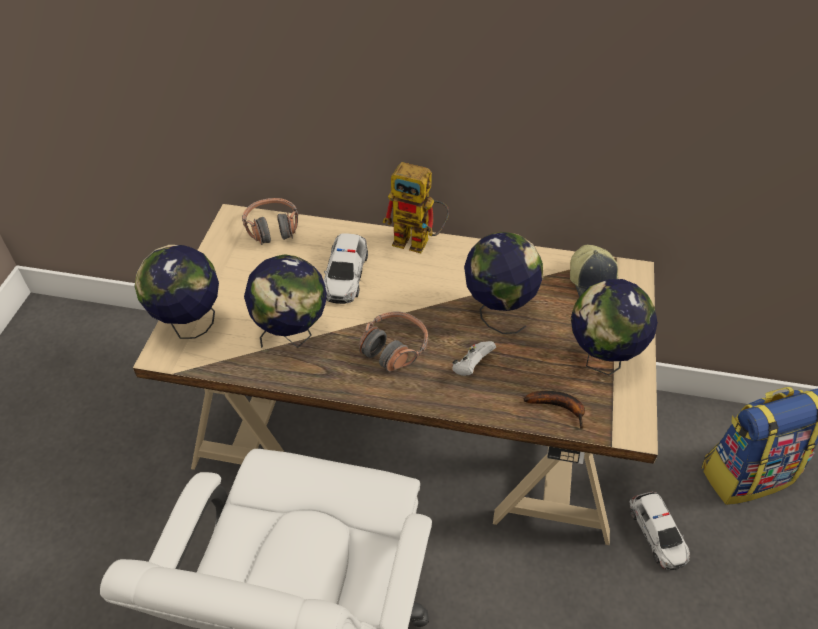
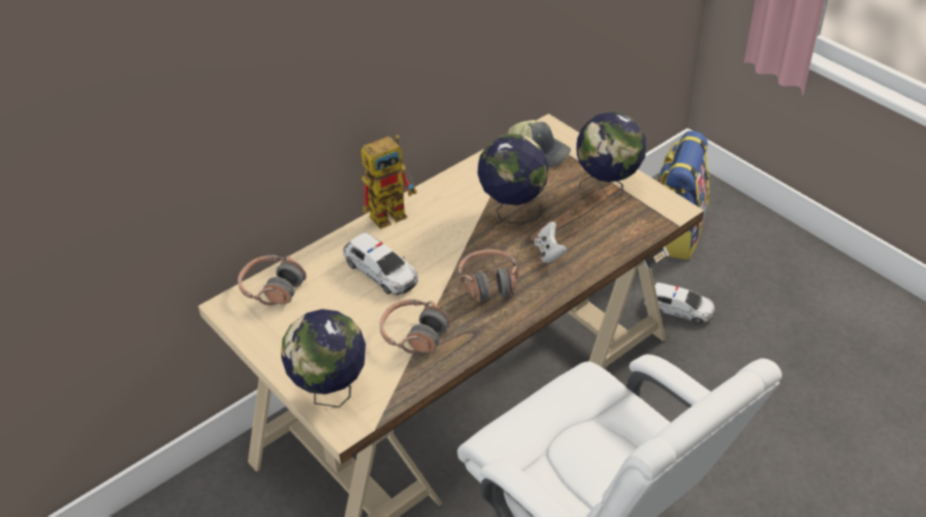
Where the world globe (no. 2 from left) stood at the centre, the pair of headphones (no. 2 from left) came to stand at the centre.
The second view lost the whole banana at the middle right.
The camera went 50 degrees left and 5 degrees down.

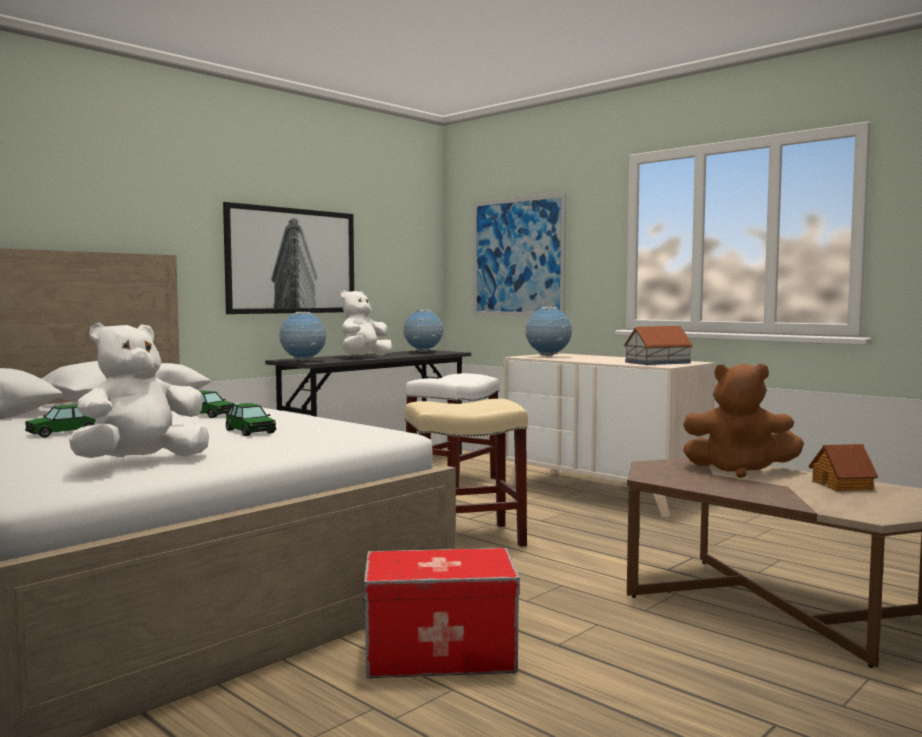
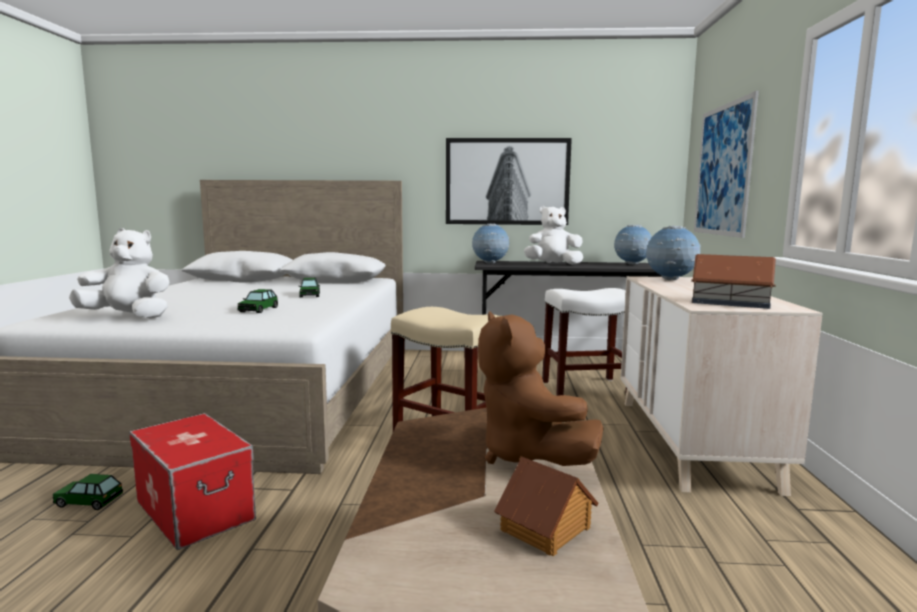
The model car (no. 1 from left) ended up elsewhere, having gone from the middle left to the bottom left.
The camera went 50 degrees right and 5 degrees up.

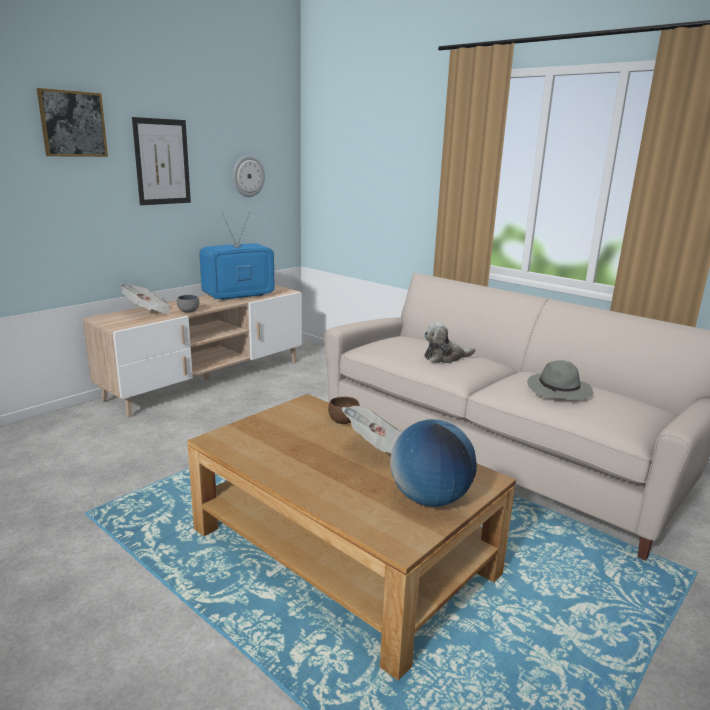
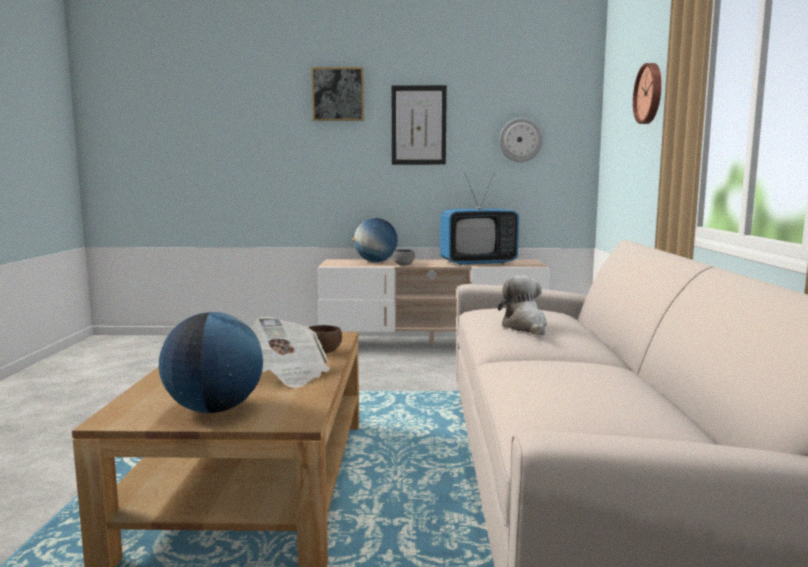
Where the daily paper (no. 1 from left) stood at the middle left, the world globe (no. 2 from left) came to stand at the centre.
The television at the centre ended up facing another way, 150 degrees clockwise from before.
The cuddly toy at the centre ended up facing another way, 45 degrees clockwise from before.
The second view lost the greyish wearable hat at the middle right.
The second view gained the wall clock (no. 2 from left) at the top right.
The camera went 50 degrees right and 10 degrees down.

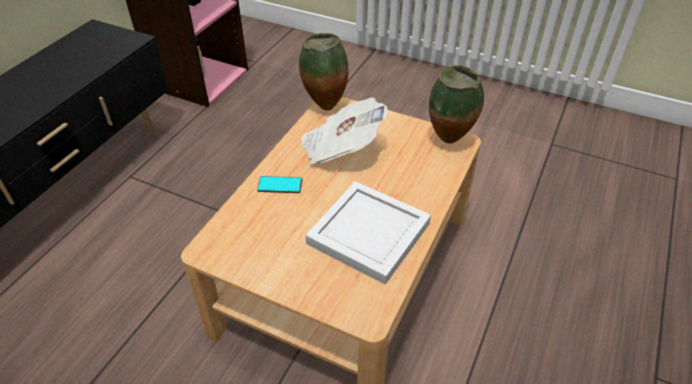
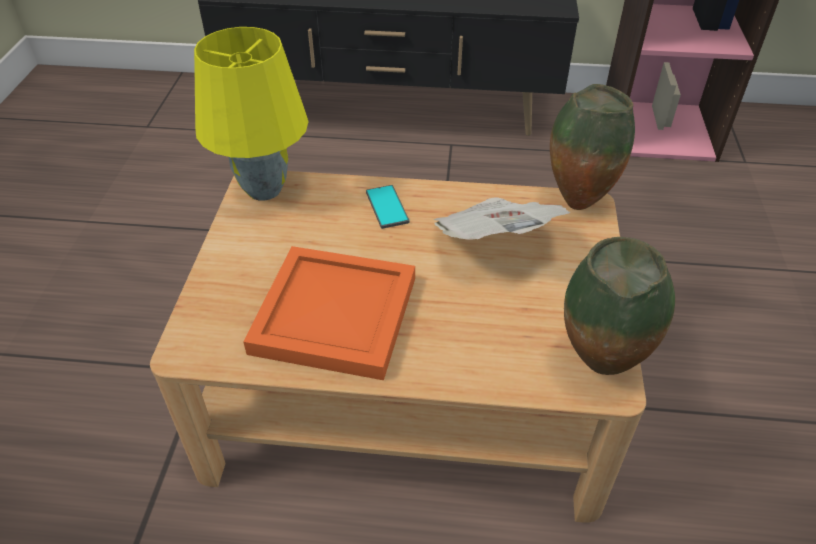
What was the white serving tray at the centre turned into the orange-coloured serving tray at the centre.
The second view gained the yellow tabletop lamp at the top left.
The camera went 70 degrees right and 0 degrees up.

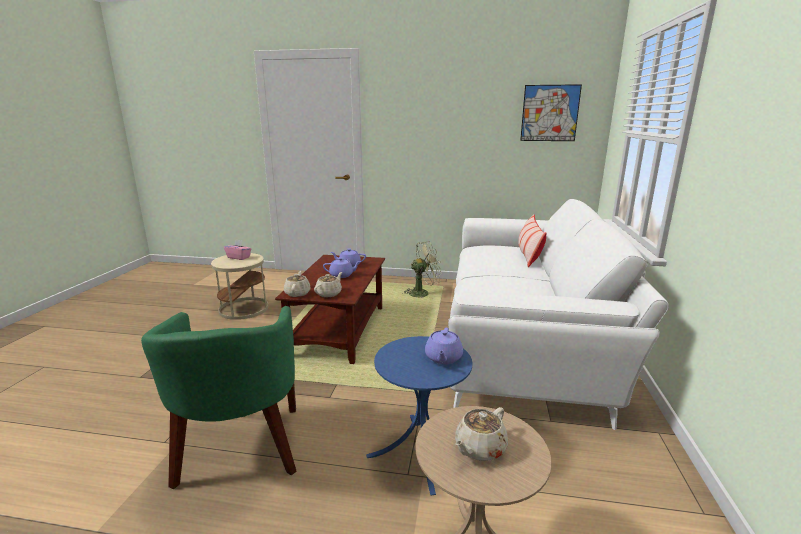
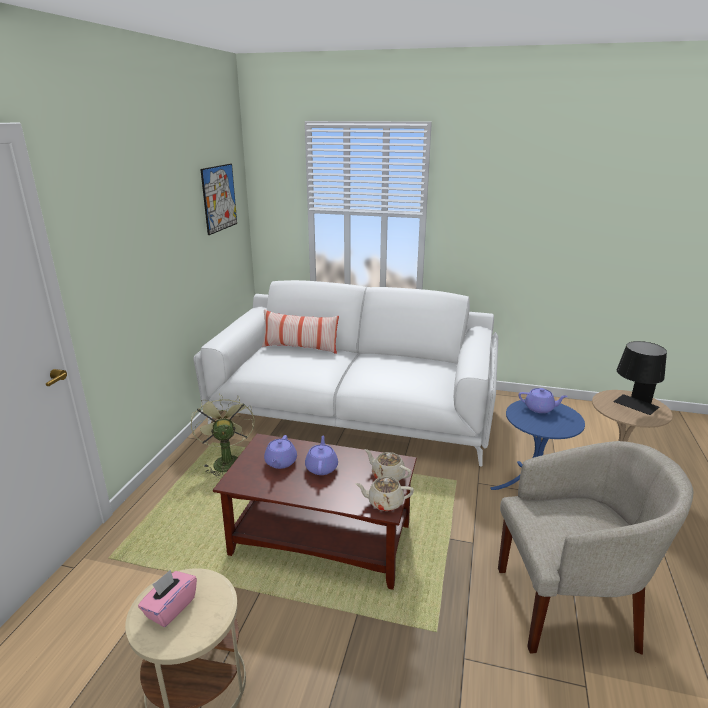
What was the green armchair at the bottom left turned into the beige-coloured armchair at the bottom right.
Where the beige-coloured pot for tea (no. 3 from left) stood at the bottom centre, the blackish tabletop lamp came to stand at the middle right.
The camera went 85 degrees left and 5 degrees up.

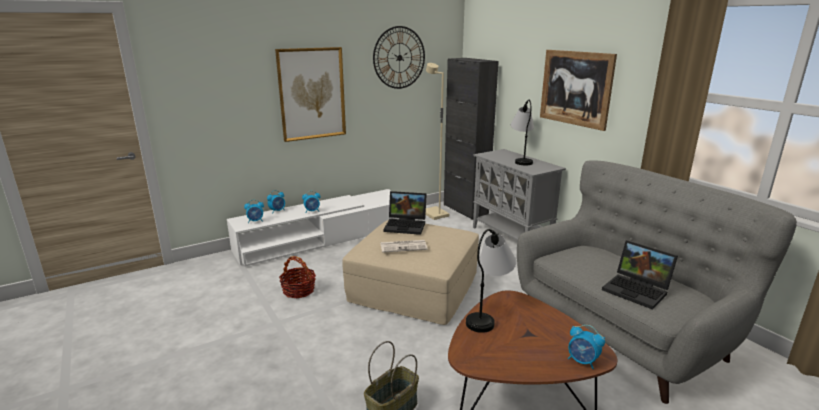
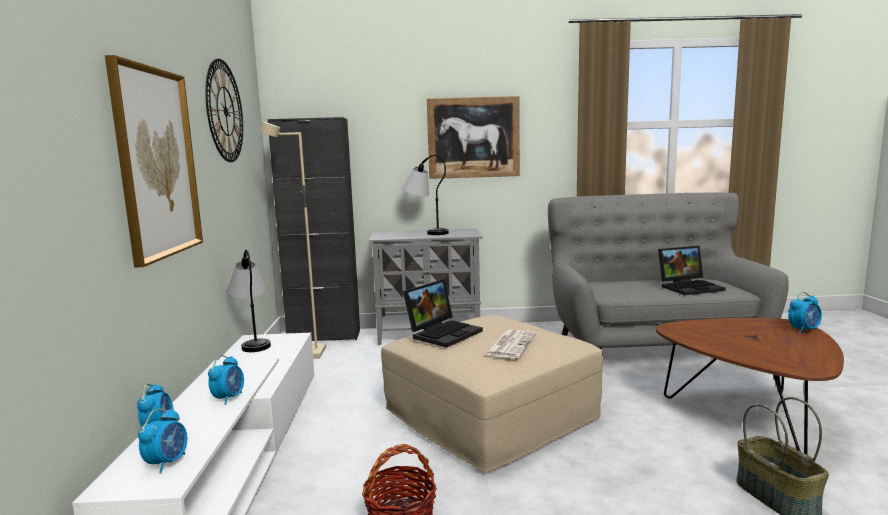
The tabletop lamp (no. 1 from left) ended up elsewhere, having gone from the bottom centre to the middle left.
The camera went 60 degrees left and 10 degrees down.

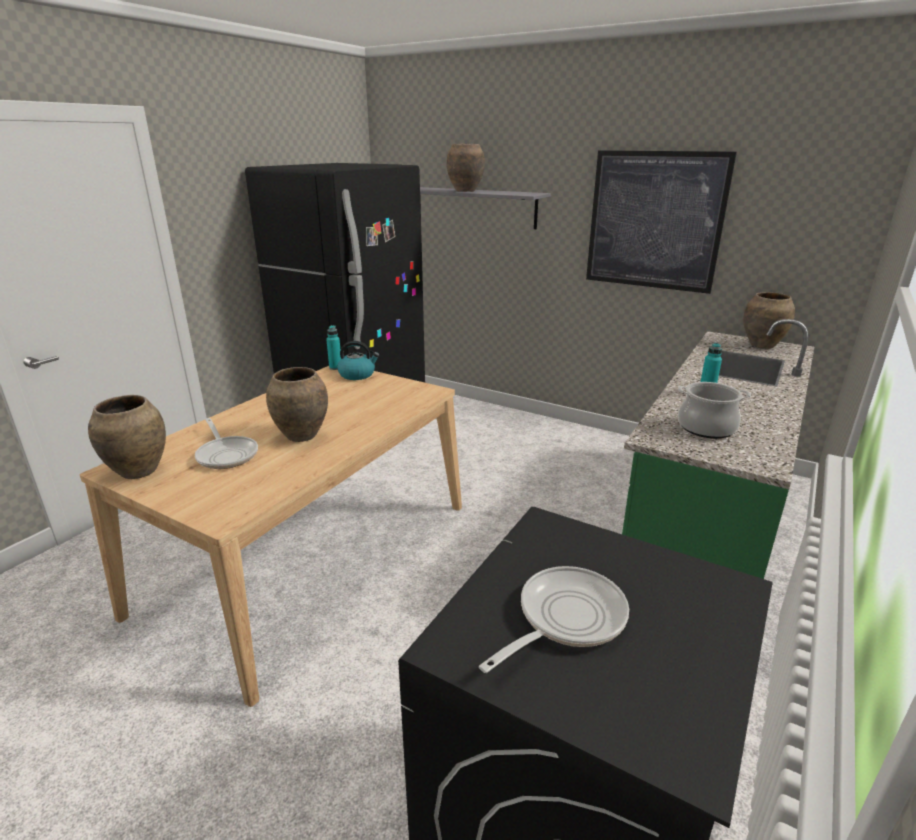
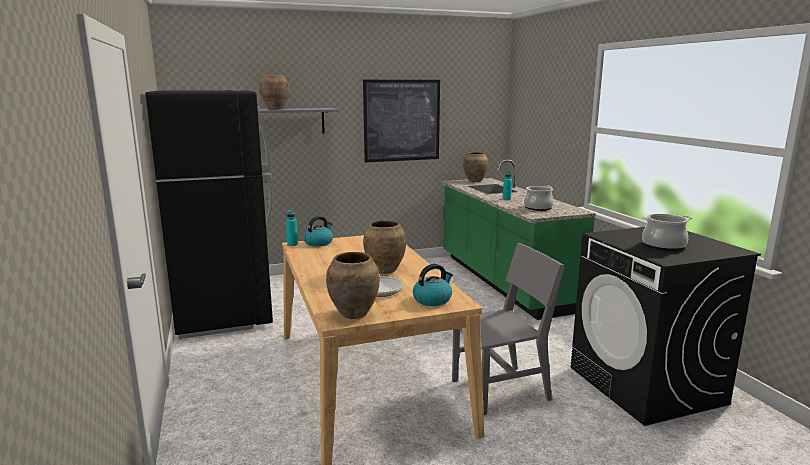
Where the frying pan (no. 2 from left) stood at the bottom centre, the cooking pot (no. 2 from left) came to stand at the middle right.
The second view gained the tea kettle (no. 2 from left) at the centre.
The second view gained the greyish upright chair at the bottom centre.
The camera went 50 degrees left and 10 degrees down.

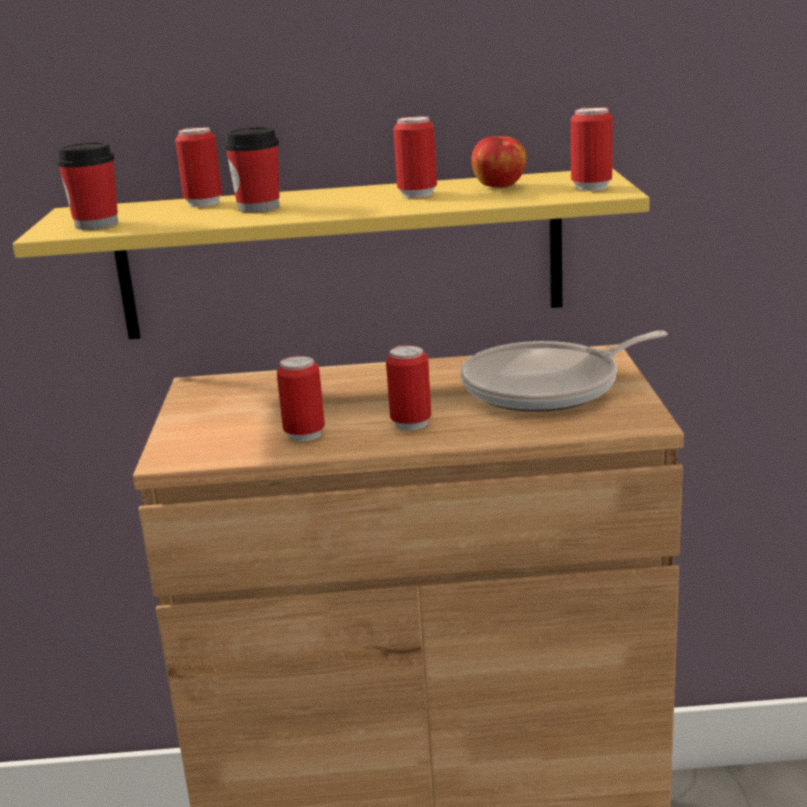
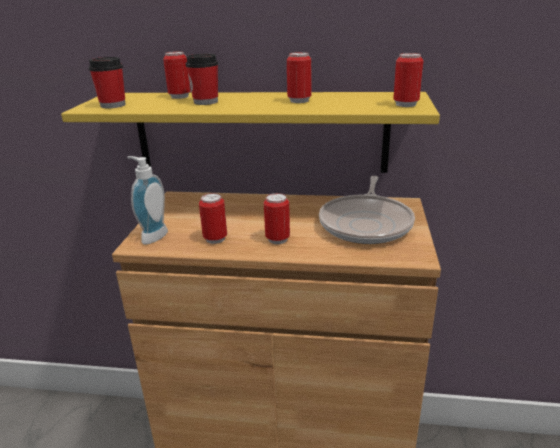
The frying pan at the middle right ended up facing another way, 60 degrees counterclockwise from before.
The second view lost the whole apple at the top centre.
The second view gained the liquid soap bottle at the middle left.
The camera went 10 degrees right and 5 degrees up.

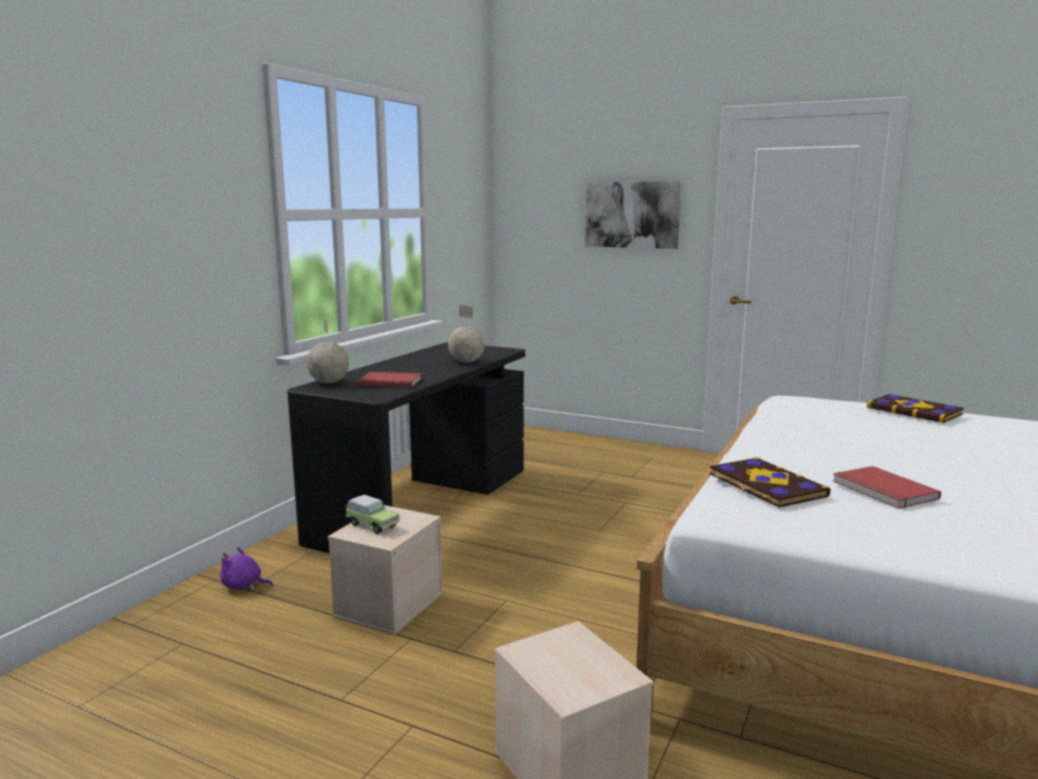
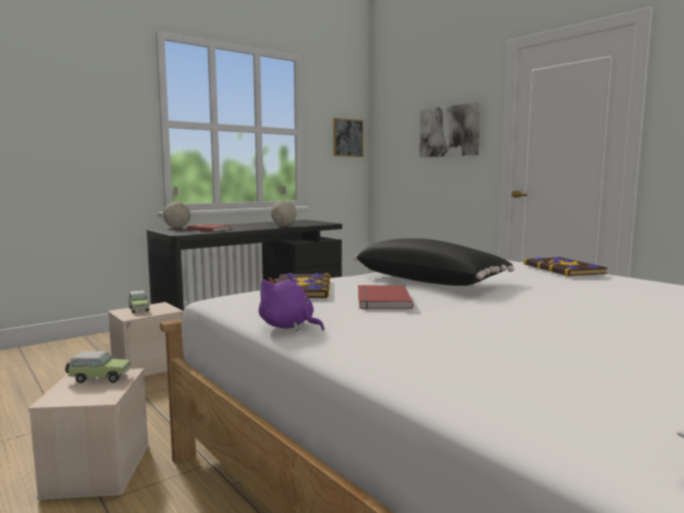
The purple cuddly toy ended up elsewhere, having gone from the bottom left to the centre.
The second view gained the model car (no. 1 from left) at the bottom left.
The second view gained the wall picture (no. 1 from left) at the top centre.
The second view gained the blackish cushion at the centre.
The camera went 25 degrees right and 5 degrees down.

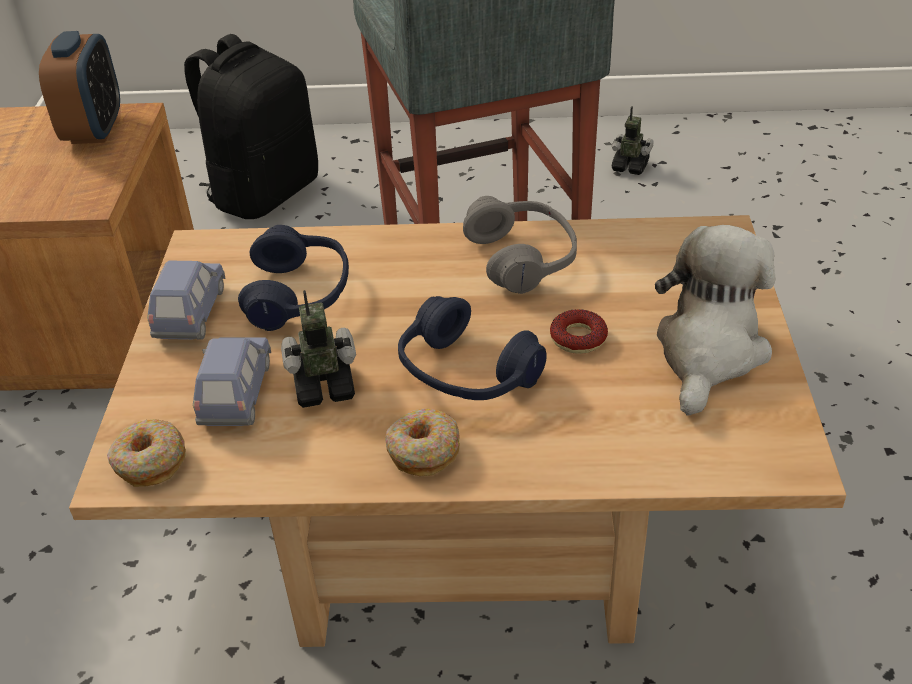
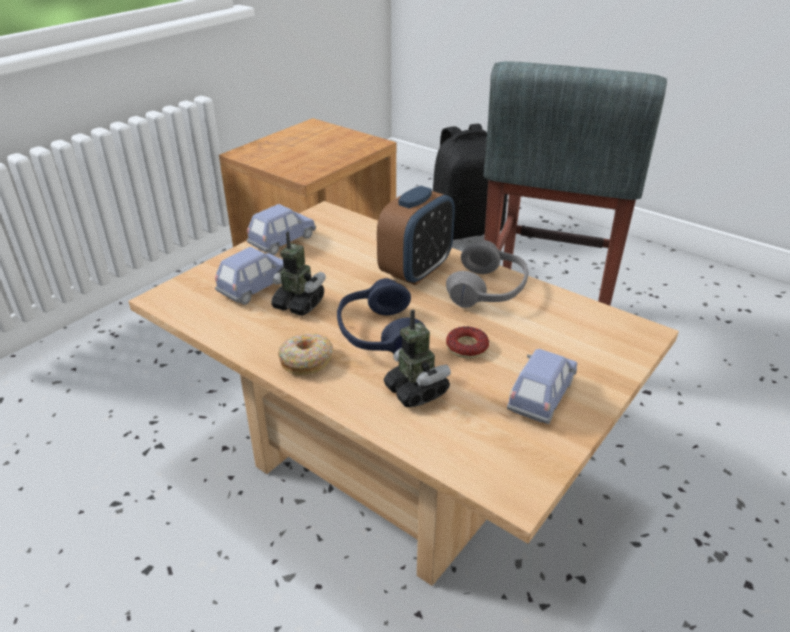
The alarm clock ended up elsewhere, having gone from the top left to the centre.
The second view lost the donut (no. 1 from left) at the middle left.
The second view lost the blue pair of headphones (no. 1 from left) at the middle left.
The toy robot (no. 2 from left) ended up elsewhere, having gone from the top right to the centre.
Where the cuddly toy stood at the middle right, the blue model car (no. 3 from left) came to stand at the middle right.
The camera went 35 degrees right and 5 degrees down.

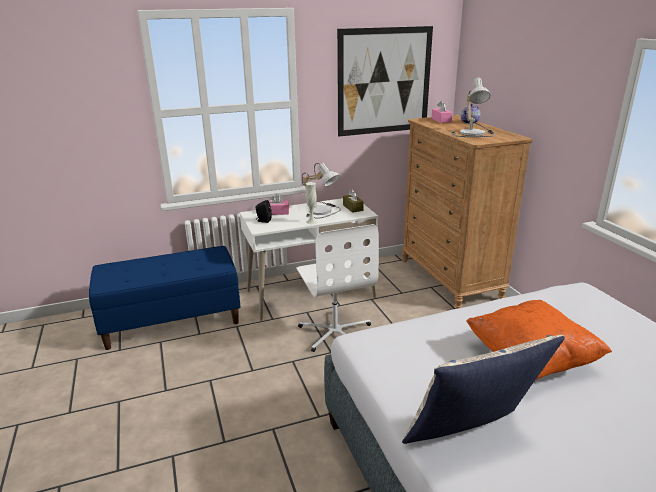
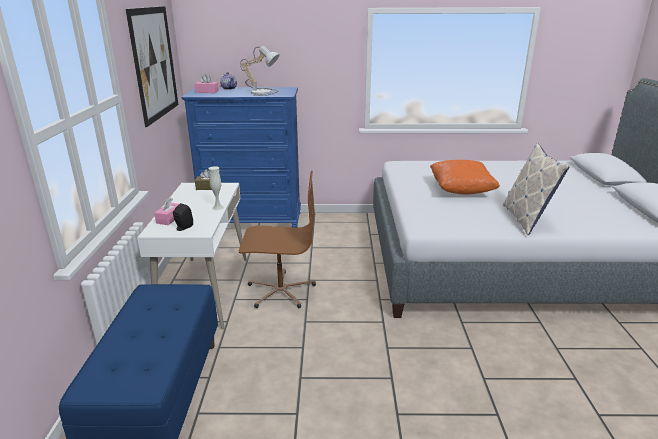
What was the white desk chair at the centre turned into the brown desk chair at the centre.
The second view lost the tabletop lamp (no. 1 from left) at the centre.
What was the brown chest of drawers at the middle right turned into the blue chest of drawers at the centre.
The camera went 70 degrees left and 0 degrees up.

